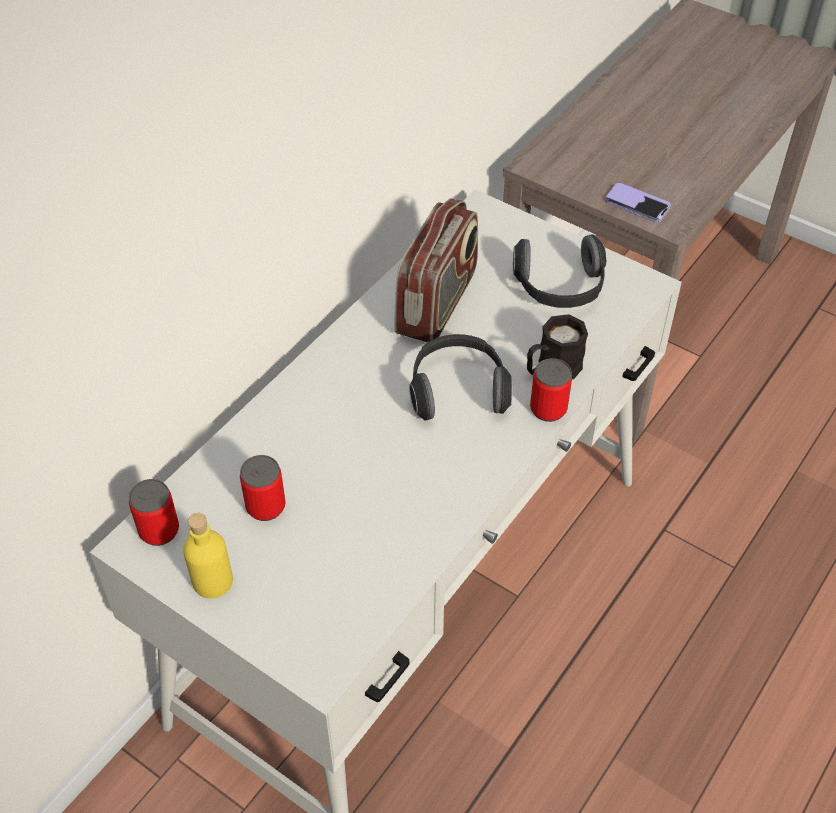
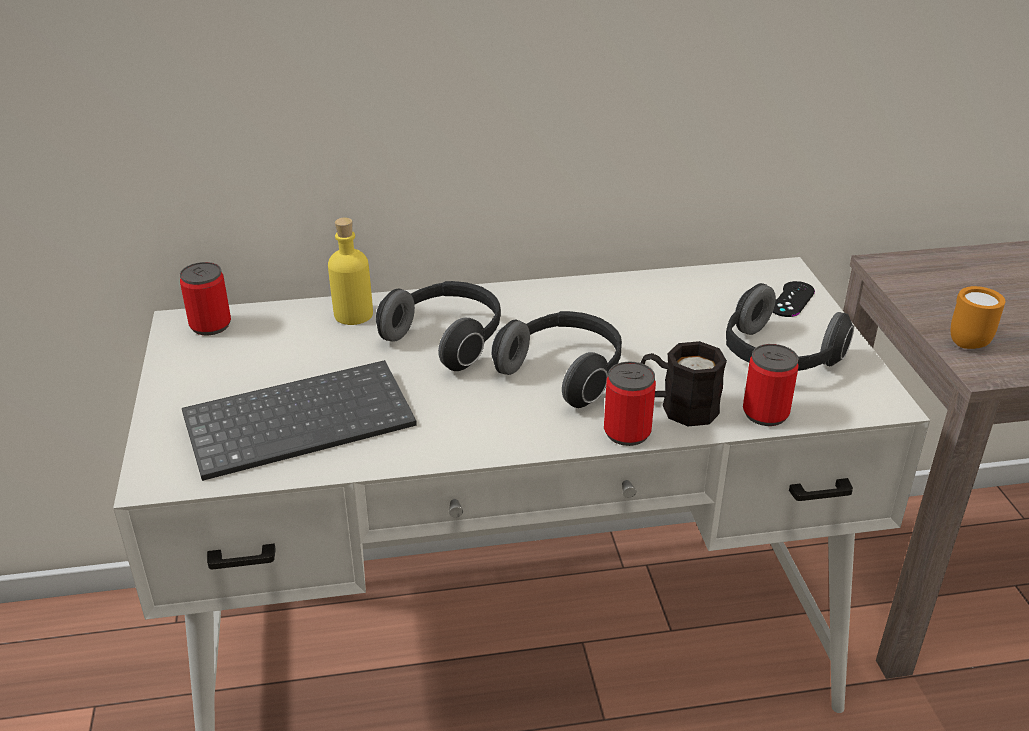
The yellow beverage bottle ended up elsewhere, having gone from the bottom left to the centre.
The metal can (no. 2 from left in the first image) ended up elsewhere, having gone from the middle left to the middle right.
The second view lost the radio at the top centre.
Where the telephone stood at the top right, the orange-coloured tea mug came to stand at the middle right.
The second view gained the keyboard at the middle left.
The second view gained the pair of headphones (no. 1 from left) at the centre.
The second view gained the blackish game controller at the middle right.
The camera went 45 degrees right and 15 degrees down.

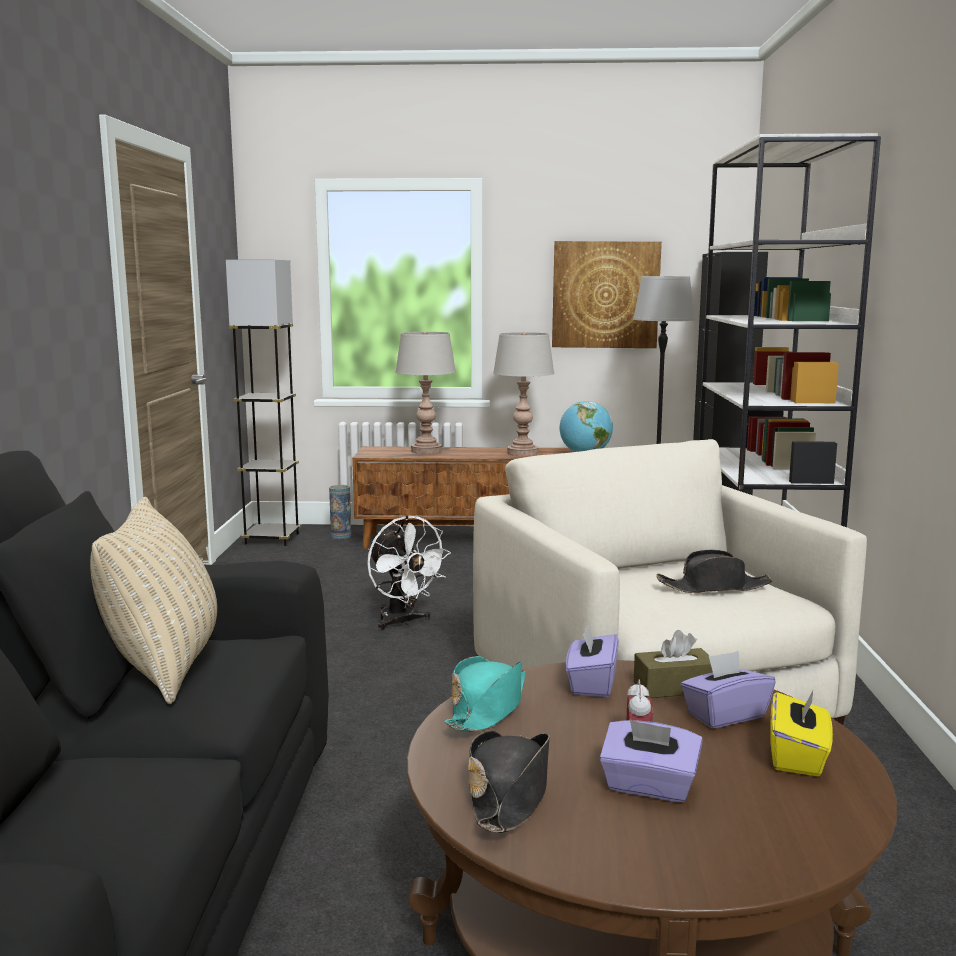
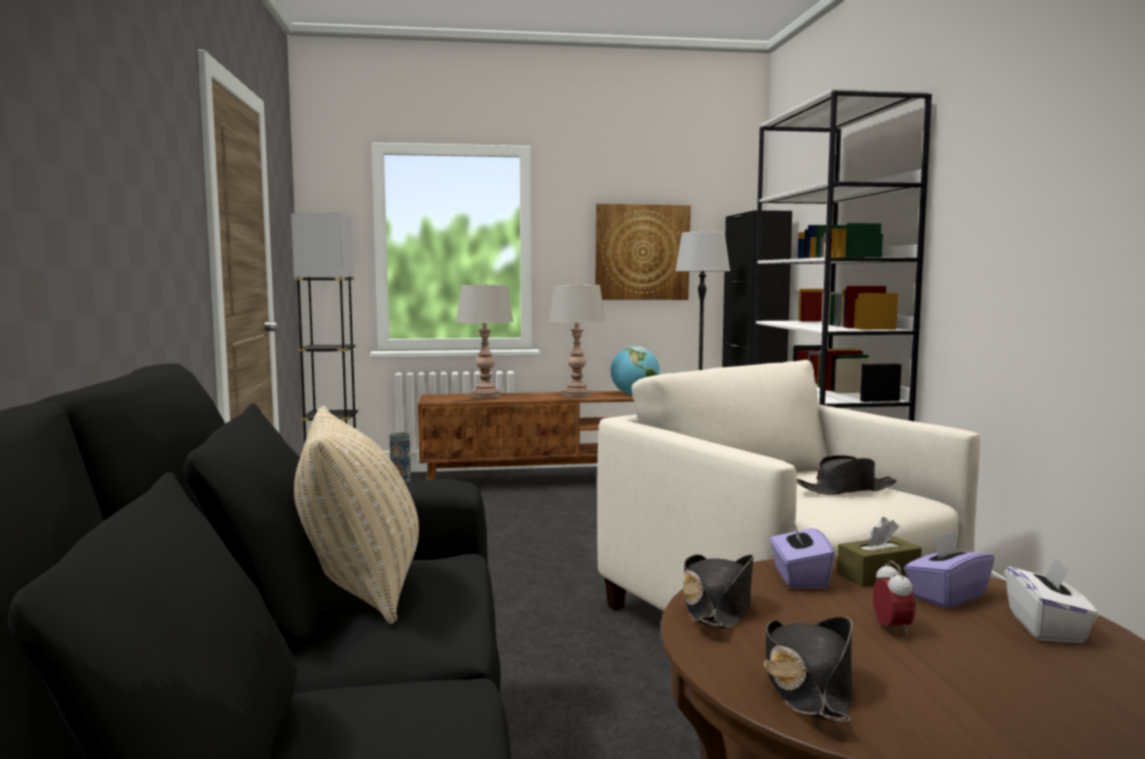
The second view lost the white cooling fan at the centre.
What was the blue-green wearable hat at the bottom centre turned into the blackish wearable hat (no. 1 from left) at the bottom centre.
The second view lost the purple tissue box (no. 2 from left) at the bottom right.
What was the yellow tissue box at the bottom right turned into the white tissue box at the bottom right.
The camera went 10 degrees left and 5 degrees down.

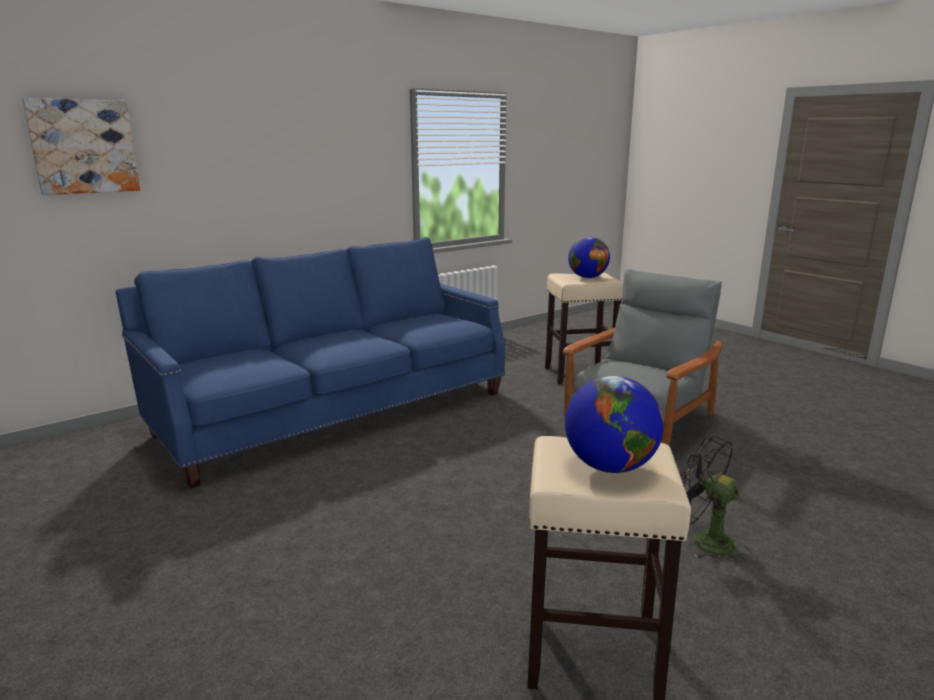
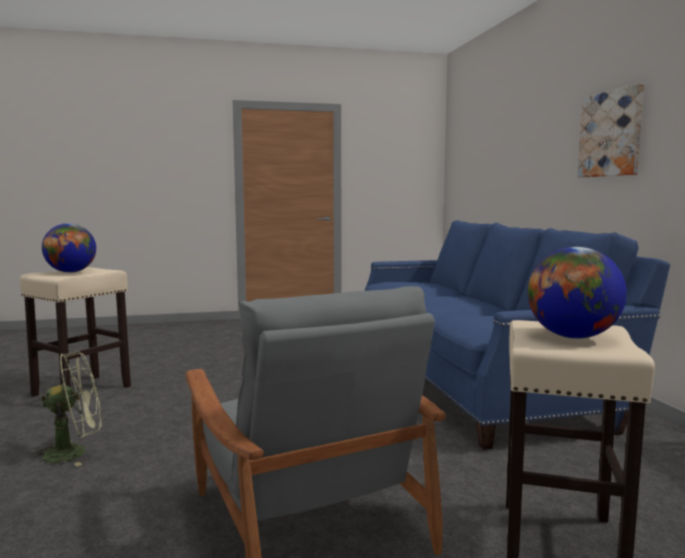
The wall picture ended up elsewhere, having gone from the top left to the top right.
What was the blackish cooling fan at the bottom right turned into the green cooling fan at the bottom left.
The camera went 115 degrees right and 10 degrees down.

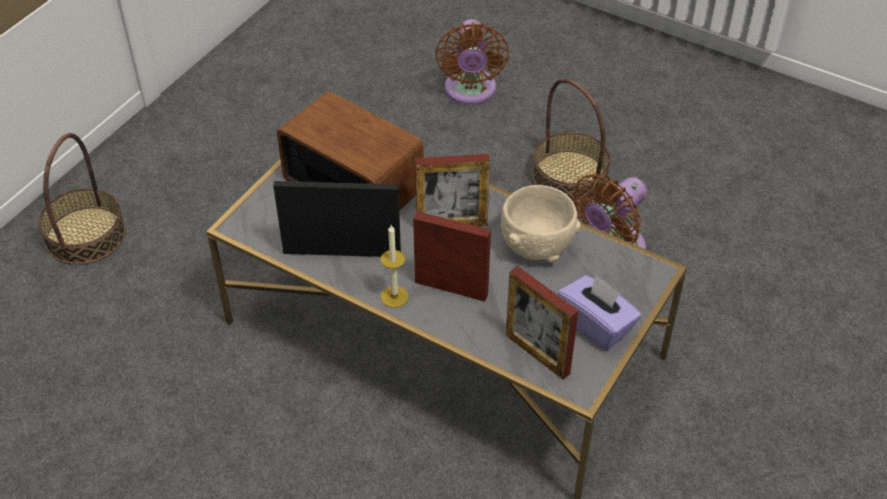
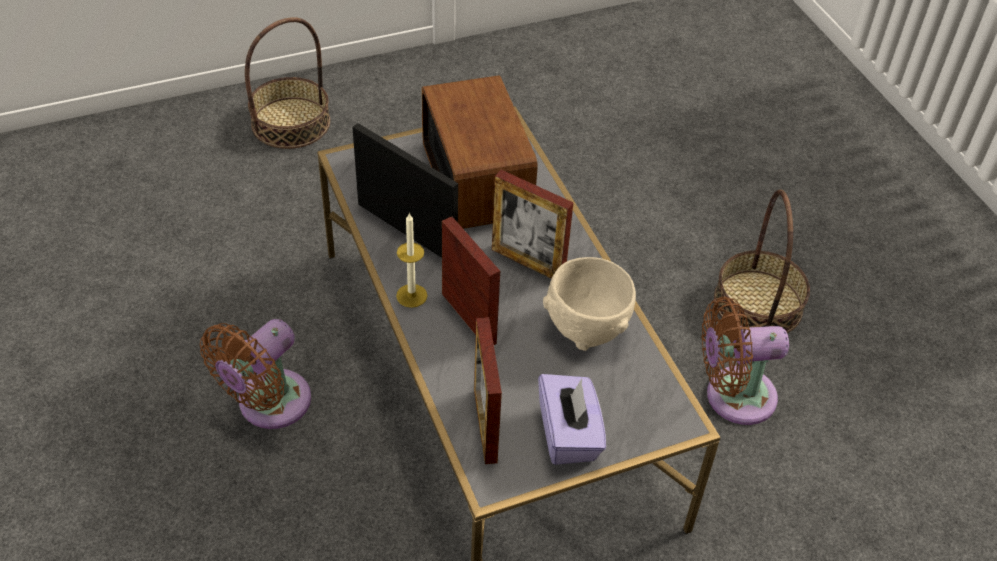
The brown cooling fan (no. 1 from left) ended up elsewhere, having gone from the top centre to the bottom left.
The camera went 35 degrees right and 0 degrees up.

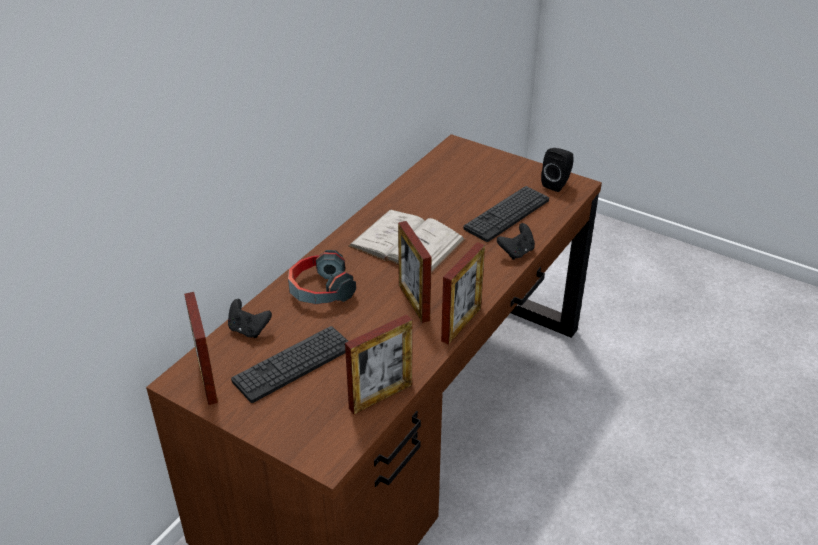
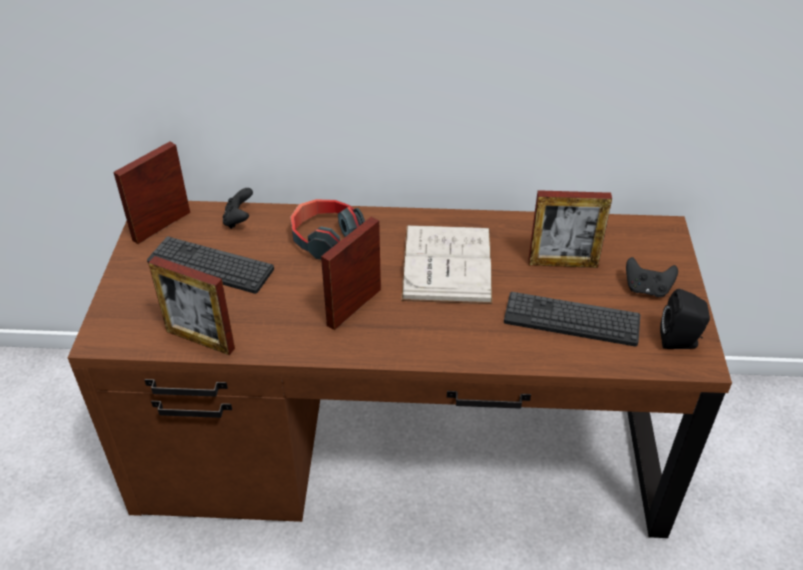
The standing frame (no. 4 from left) ended up elsewhere, having gone from the centre to the middle right.
The blackish game controller (no. 2 from left) ended up elsewhere, having gone from the centre to the middle right.
The camera went 60 degrees right and 5 degrees up.

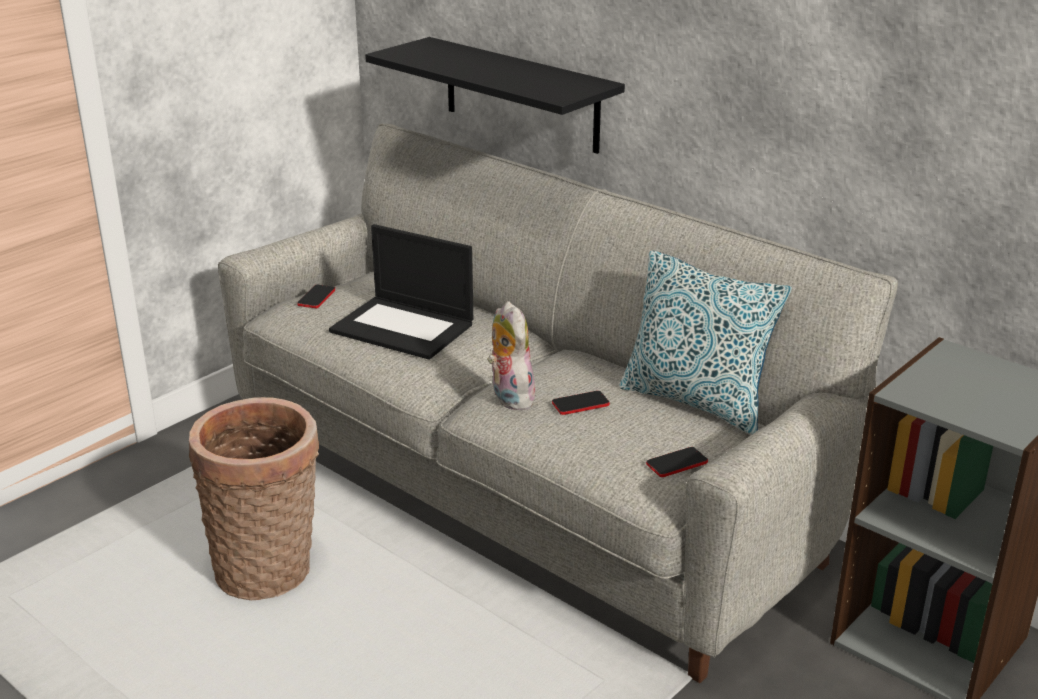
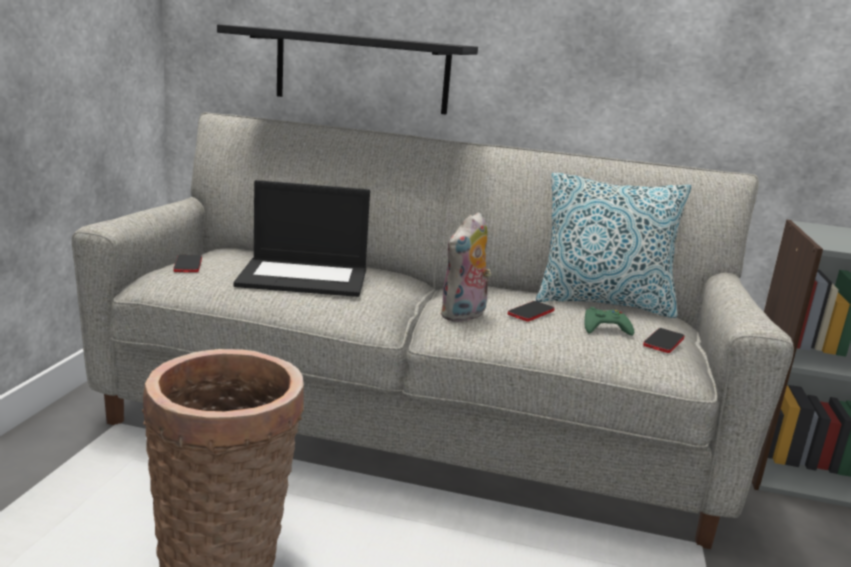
The cuddly toy at the centre ended up facing another way, 90 degrees counterclockwise from before.
The second view gained the green game controller at the middle right.
The camera went 30 degrees left and 10 degrees down.

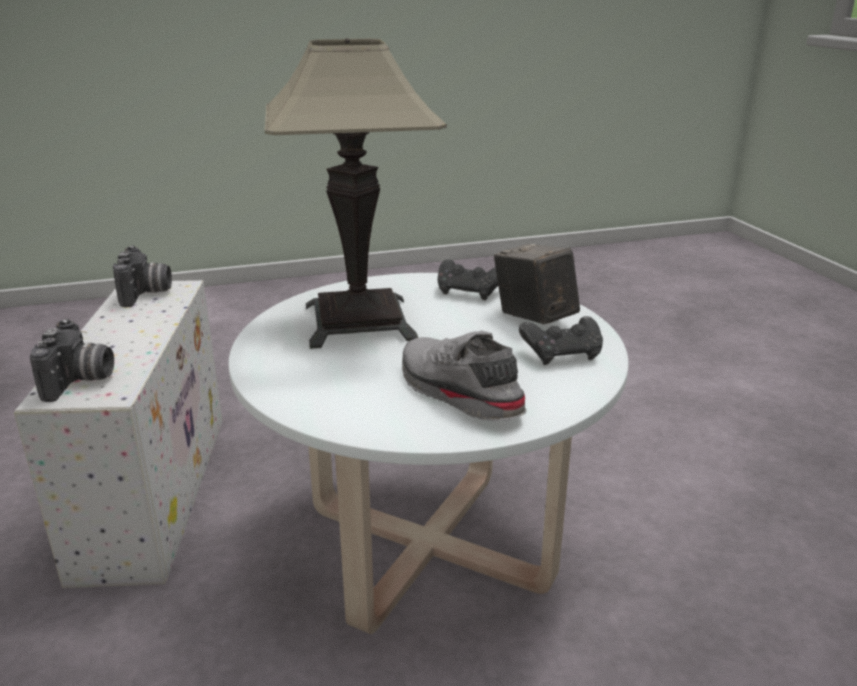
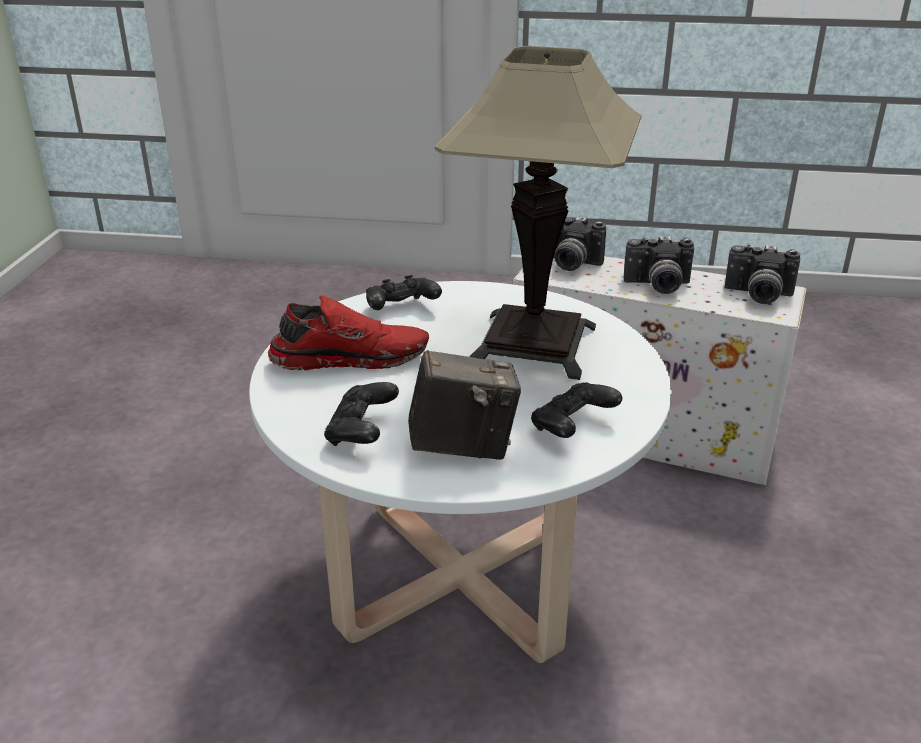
What was the greyish low shoe at the centre turned into the red-coloured low shoe at the centre.
The second view gained the blackish game controller (no. 2 from left) at the centre.
The second view gained the still camera (no. 3 from left) at the middle right.
The camera went 115 degrees right and 5 degrees up.

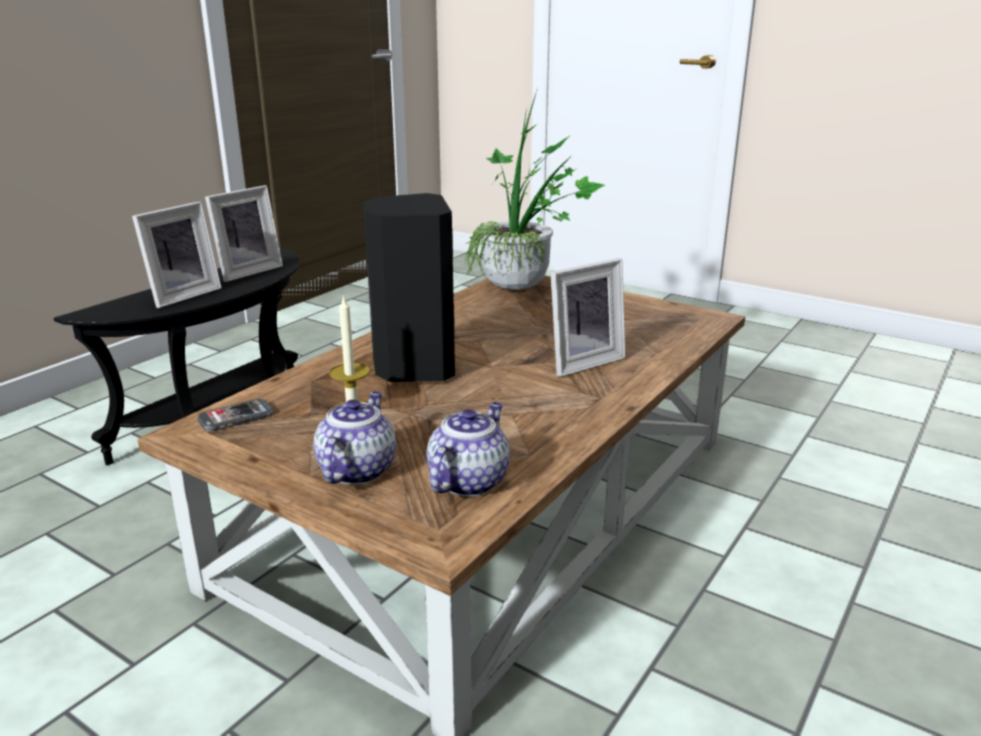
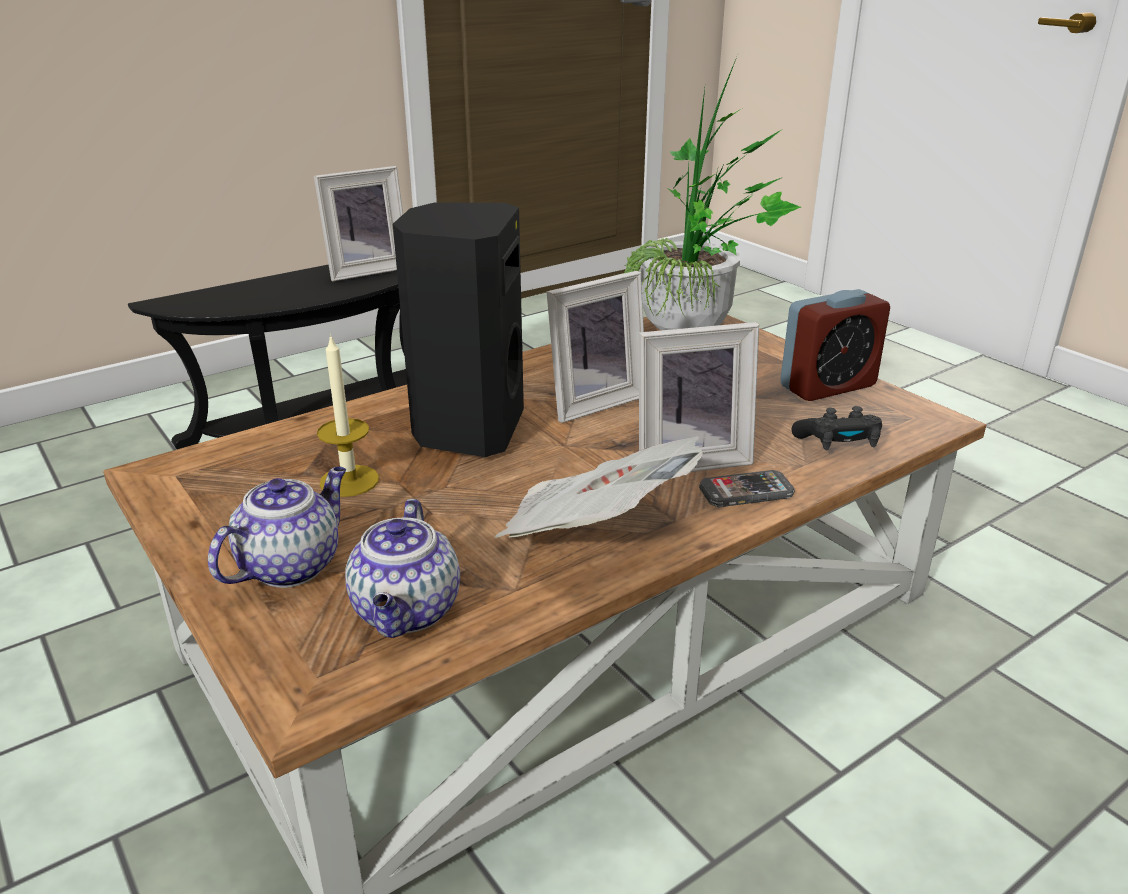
The standing frame (no. 1 from left in the first image) ended up elsewhere, having gone from the middle left to the centre.
The telephone ended up elsewhere, having gone from the middle left to the centre.
The pot for tea (no. 2 from left) at the centre ended up facing another way, 135 degrees clockwise from before.
The second view gained the daily paper at the centre.
The second view gained the alarm clock at the middle right.
The second view gained the blackish game controller at the middle right.
The camera went 20 degrees right and 5 degrees up.

